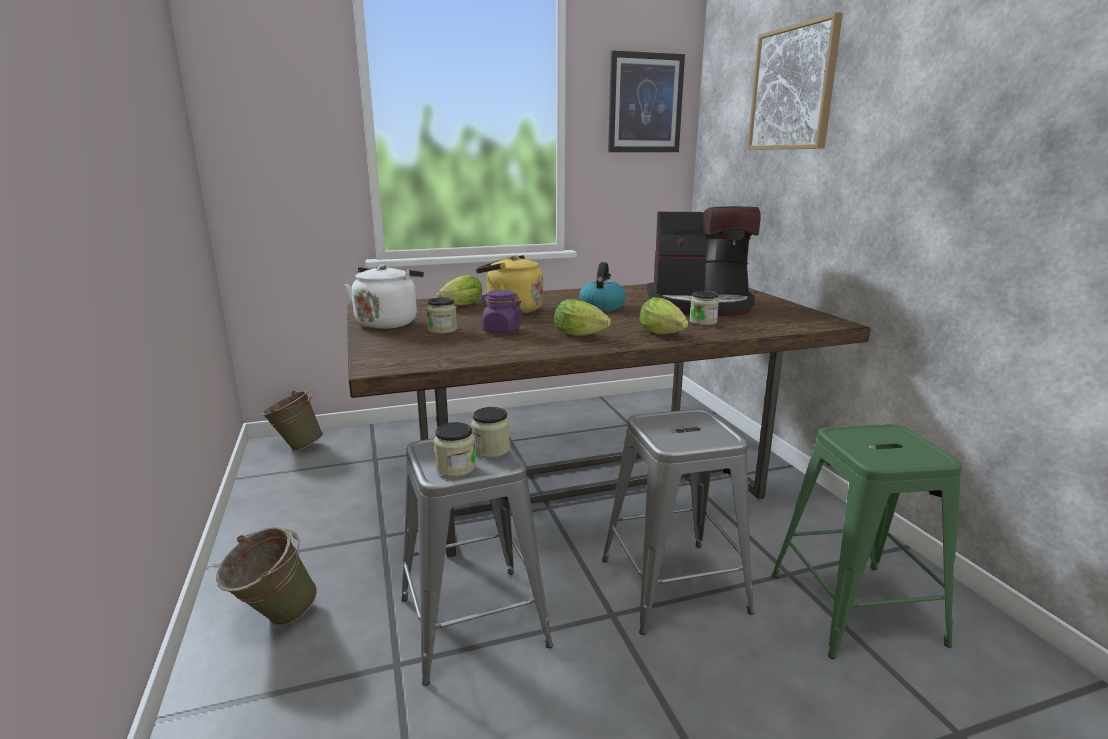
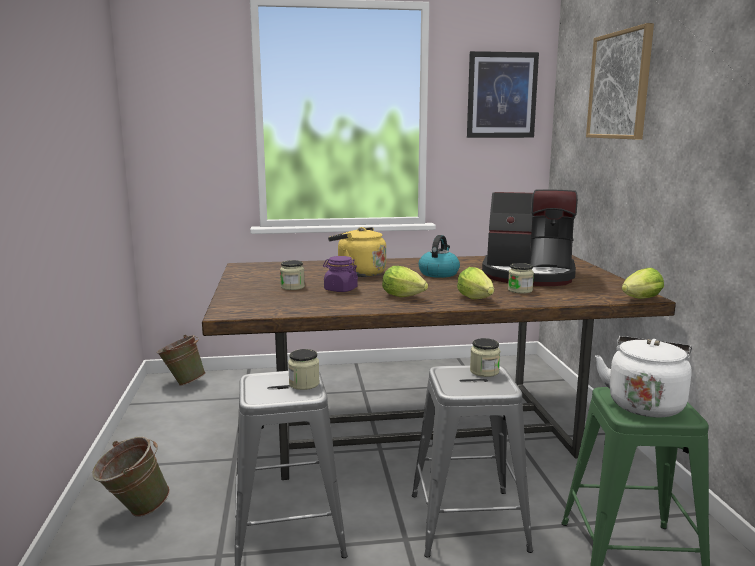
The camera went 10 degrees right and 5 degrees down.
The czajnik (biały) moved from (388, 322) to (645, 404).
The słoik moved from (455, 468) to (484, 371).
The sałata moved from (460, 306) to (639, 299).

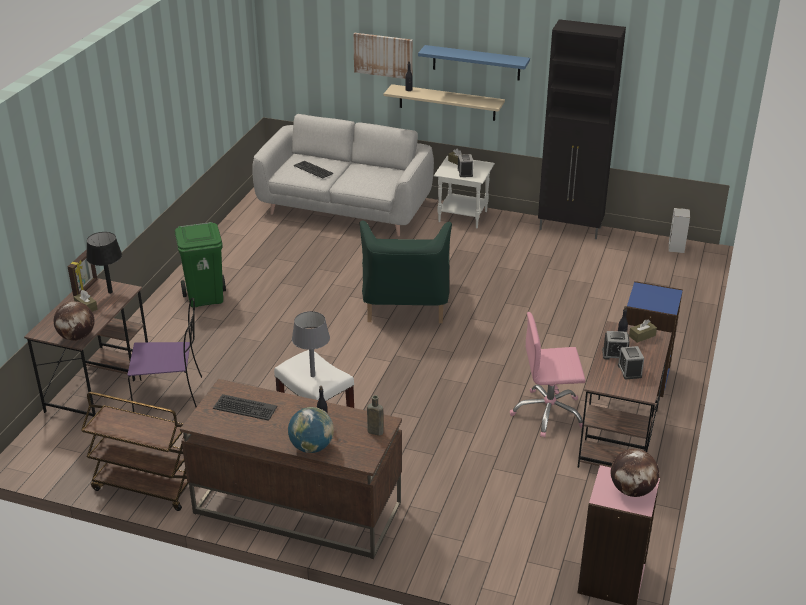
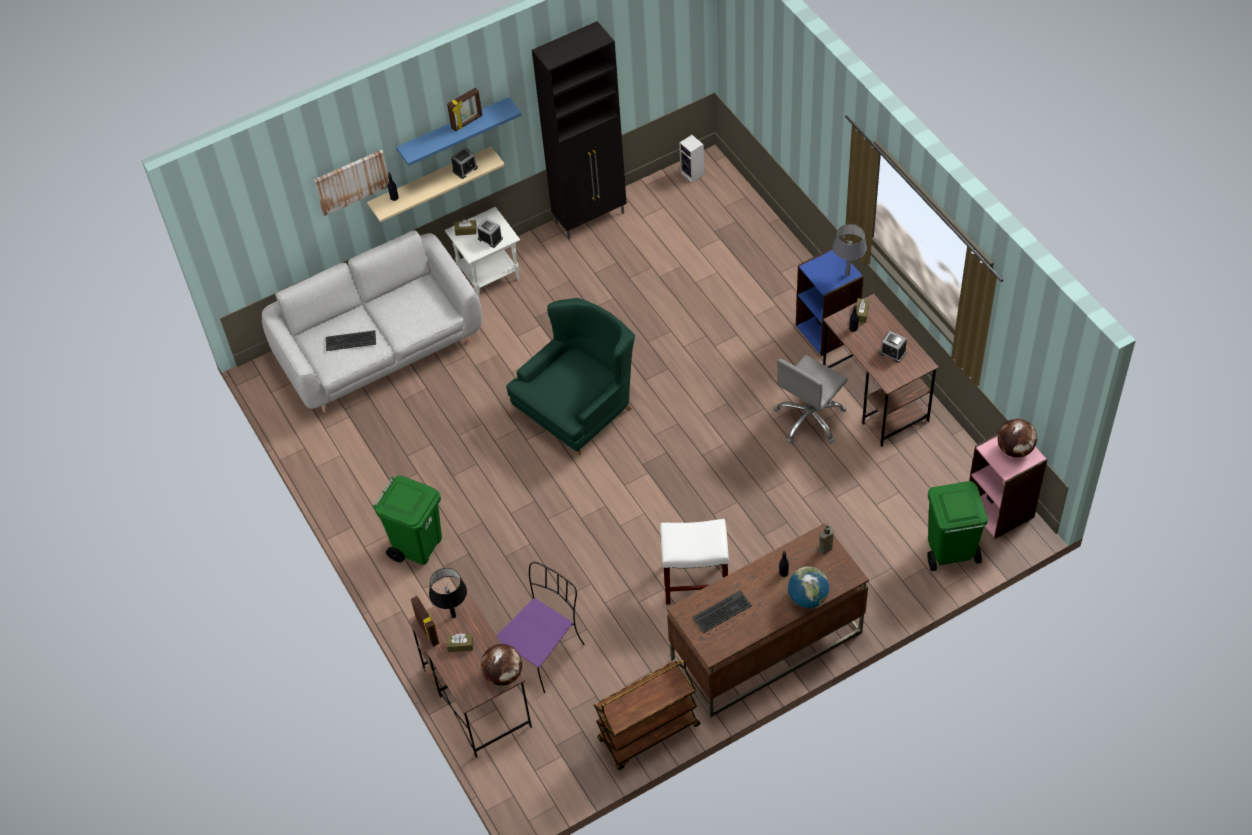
The camera went 45 degrees left and 20 degrees up.
The ramka na zdjęcie at (467, 122) appeared.
The kosz na śmieci (zielony) at (949, 552) appeared.
The lampa stołowa (szary) moved from (312, 375) to (847, 274).
The budzik moved from (615, 354) to (465, 169).
The krzesło biurowe (różowy) at (548, 413) became the krzesło biurowe (szary) at (810, 419).
The fotel (zielony) at (405, 304) turned 90 degrees counterclockwise.

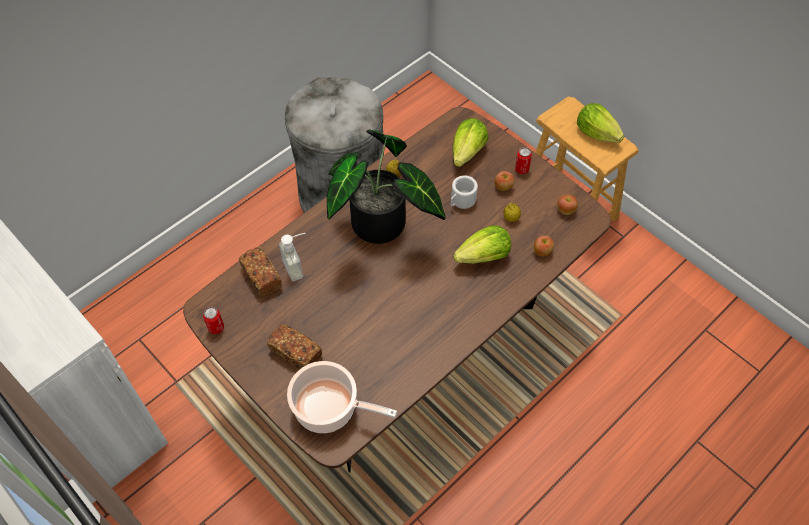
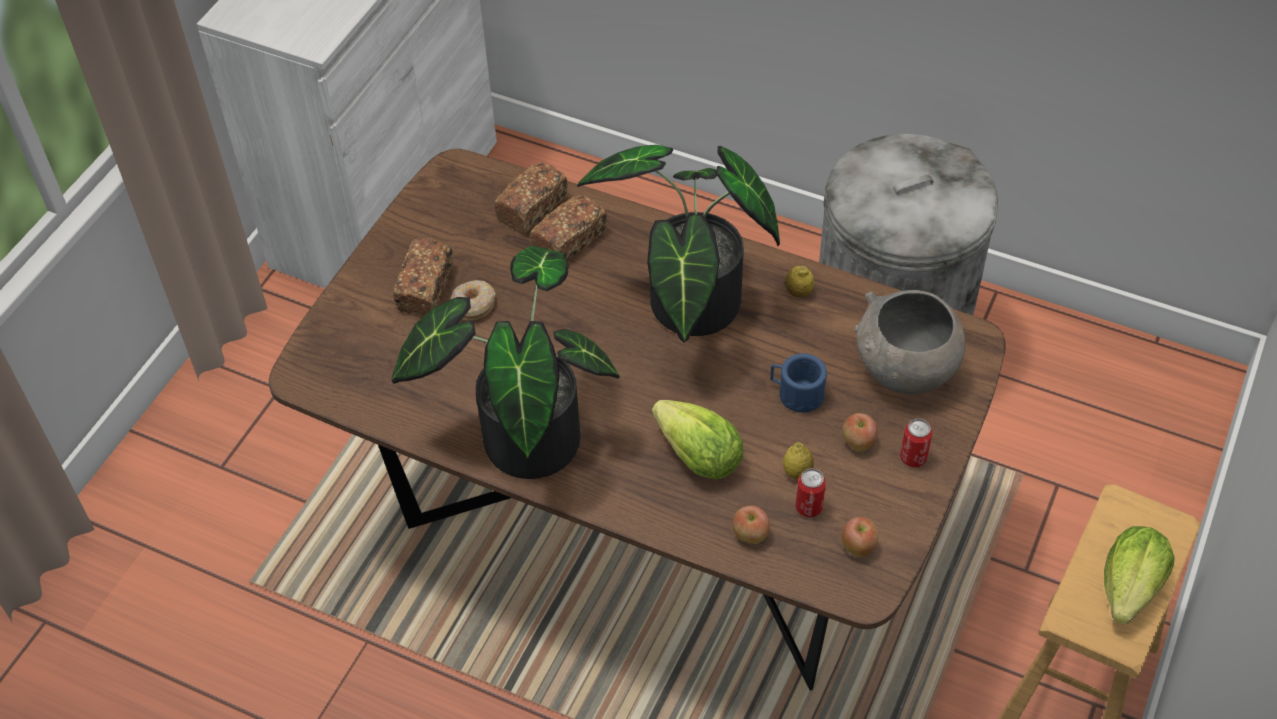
The camera went 70 degrees right and 5 degrees down.
The garnek at (329, 409) disappeared.
The roślina doniczkowa at (522, 435) appeared.
The donut at (473, 305) appeared.
The puszka moved from (216, 328) to (808, 507).
The dozownik mydła at (298, 266) was replaced by the chleb at (569, 240).
The sałata at (467, 152) was replaced by the miska (szary) at (905, 372).
The kubek (biały) at (461, 201) became the kubek (niebieski) at (796, 394).

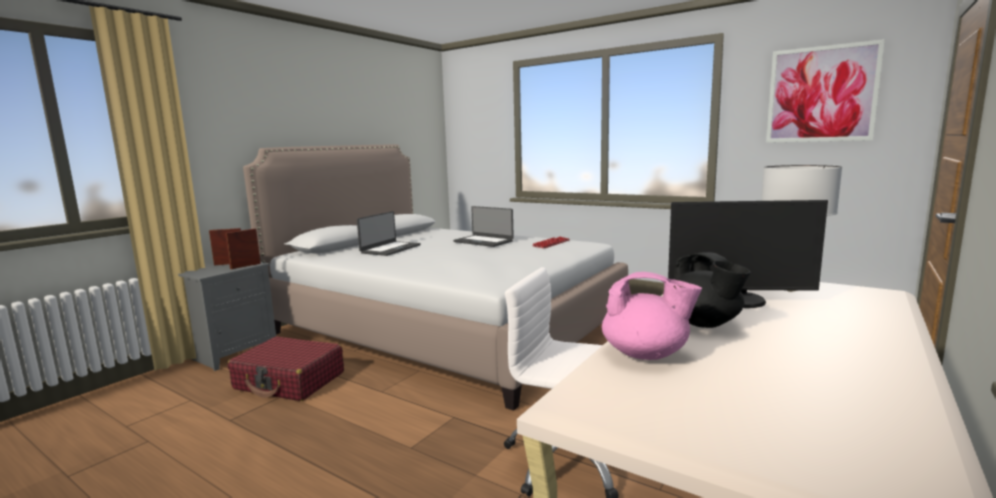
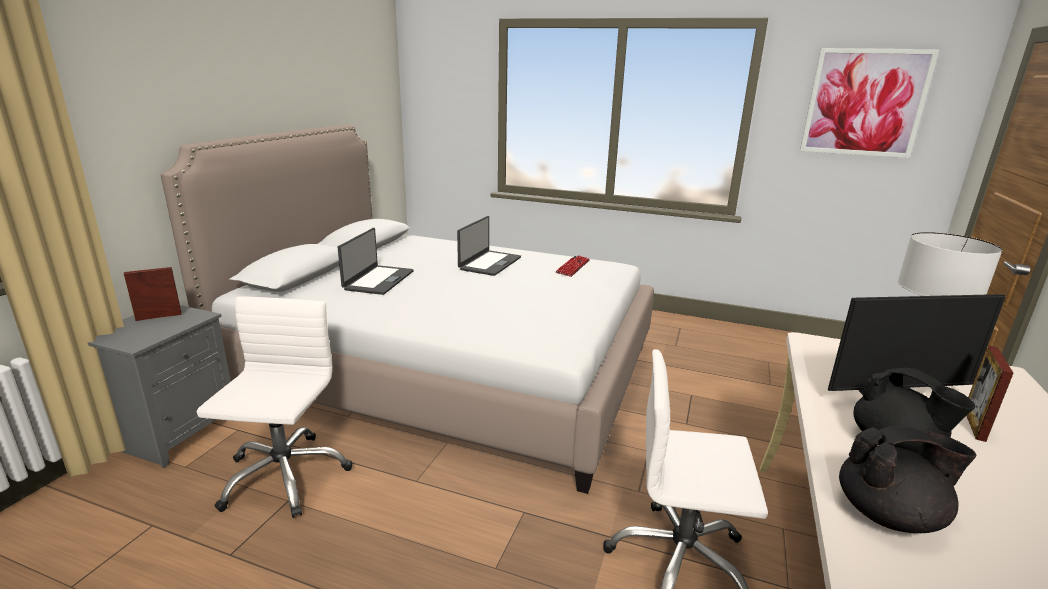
The camera went 15 degrees left and 10 degrees up.
The ramka na zdjęcie moved from (245, 266) to (974, 424).
The walizka (czerwony) at (290, 381) was replaced by the krzesło biurowe (biały) at (284, 476).
The imbryk (różowy) at (646, 354) became the imbryk (czarny) at (889, 515).
The laptop at (483, 241) turned 90 degrees counterclockwise.

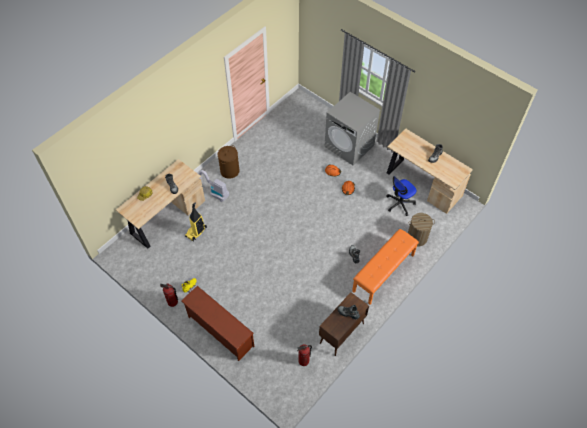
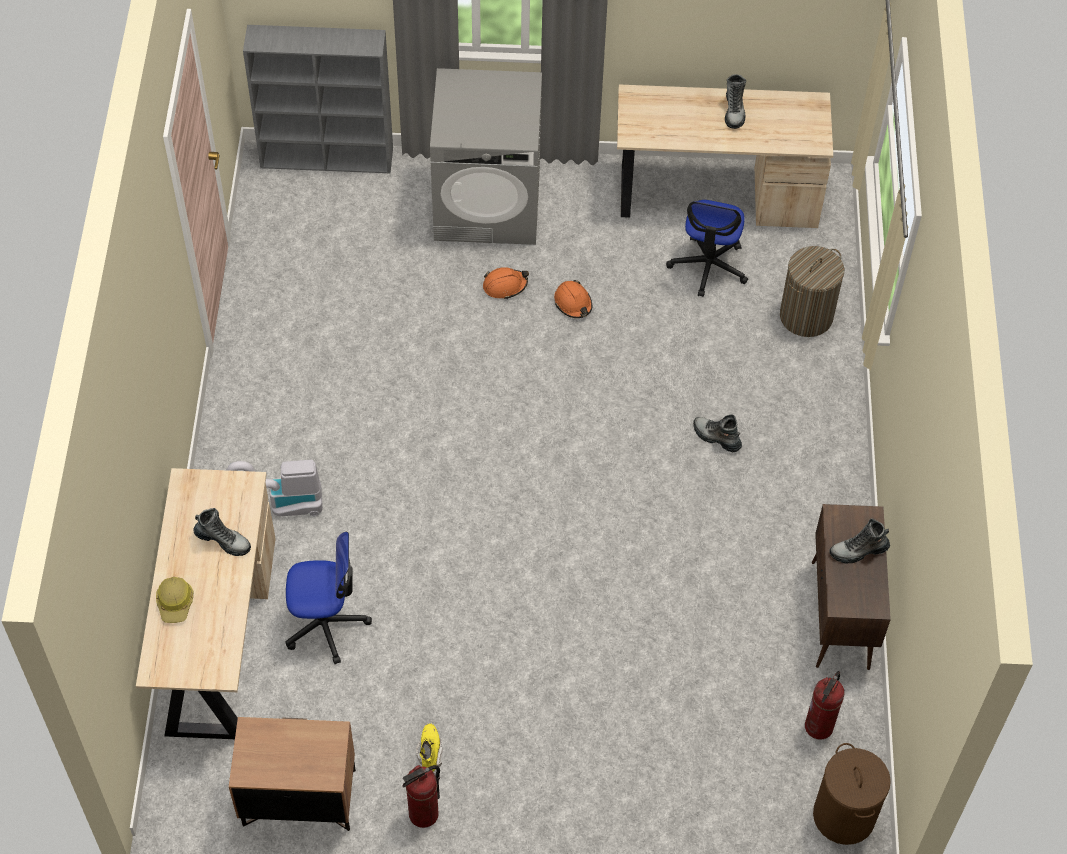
The camera went 40 degrees left and 0 degrees up.
The regał na buty (brązowy) at (219, 331) disappeared.
The ławka (pomarańczowy) at (383, 273) disappeared.
The szafka nocna (brązowy) at (298, 799) appeared.
The regał (szary) at (328, 157) appeared.
The kosz na pranie (brązowy) moved from (230, 171) to (843, 815).
The odkurzacz at (196, 232) was replaced by the krzesło biurowe at (325, 623).

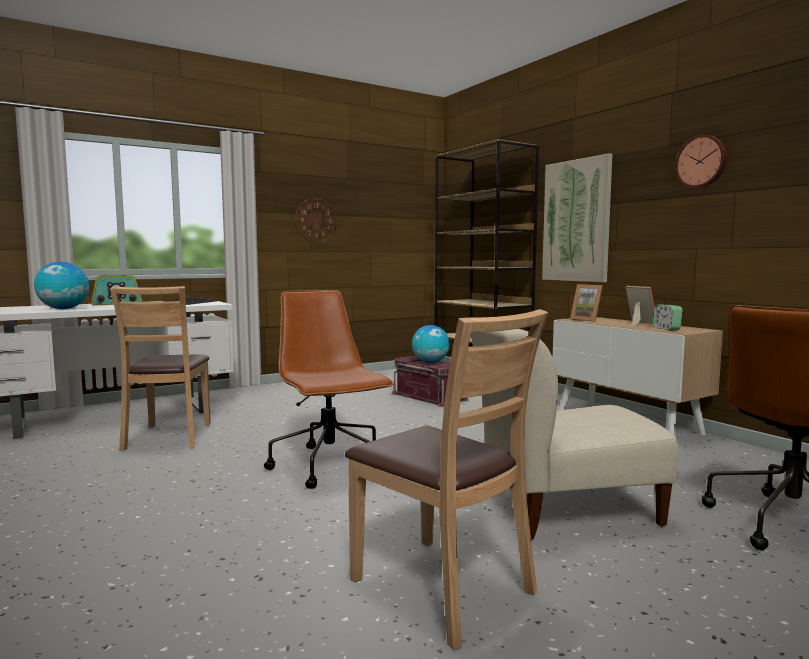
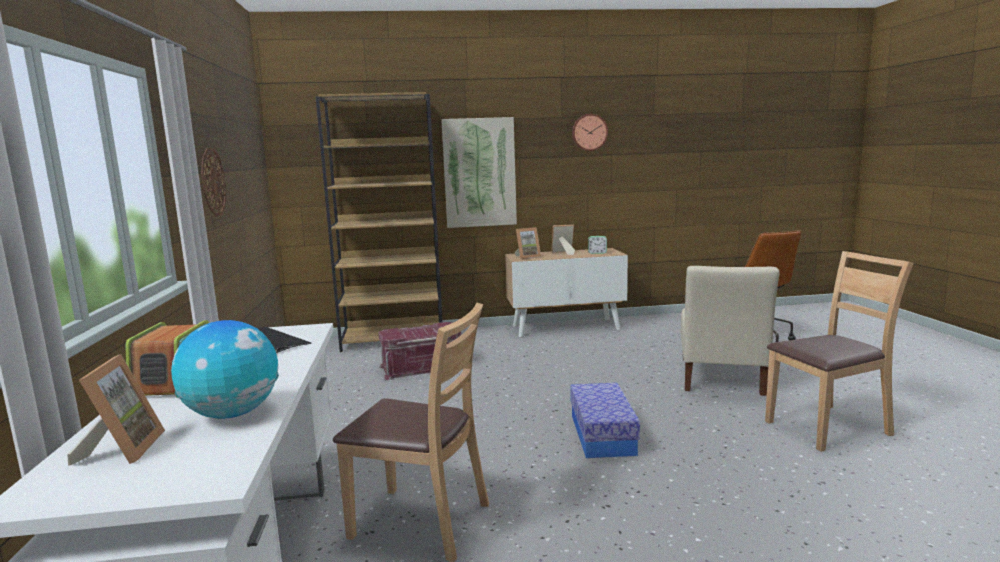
The camera went 65 degrees left and 5 degrees up.
The globus at (430, 362) disappeared.
The ramka na zdjęcie at (122, 449) appeared.
The krzesło biurowe (brązowy) at (330, 466) was replaced by the pojemnik do przechowywania at (602, 434).

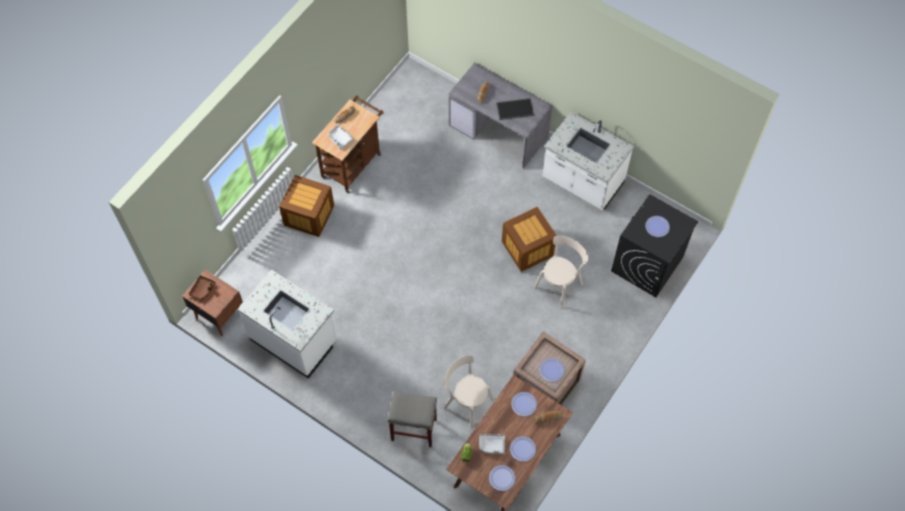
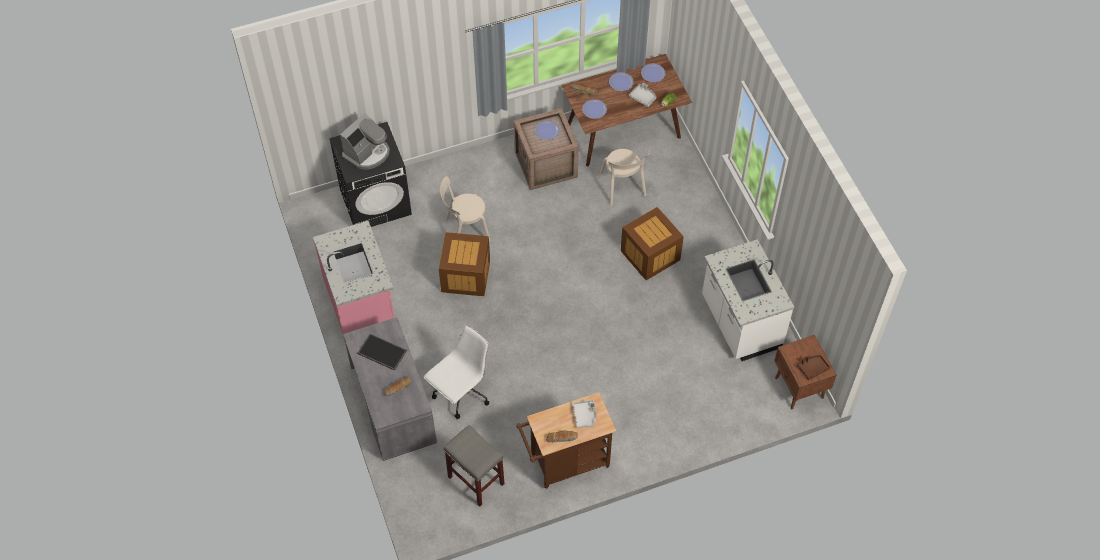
The camera went 145 degrees left and 5 degrees down.
The krzesło biurowe (biały) at (461, 393) appeared.
The skrzynka moved from (309, 215) to (650, 255).
The stołek (szary) moved from (413, 429) to (477, 481).
The talerz at (657, 227) was replaced by the ekspres do kawy at (367, 153).
The zabudowa kuchenna (biały) at (582, 182) became the zabudowa kuchenna (różowy) at (361, 304).

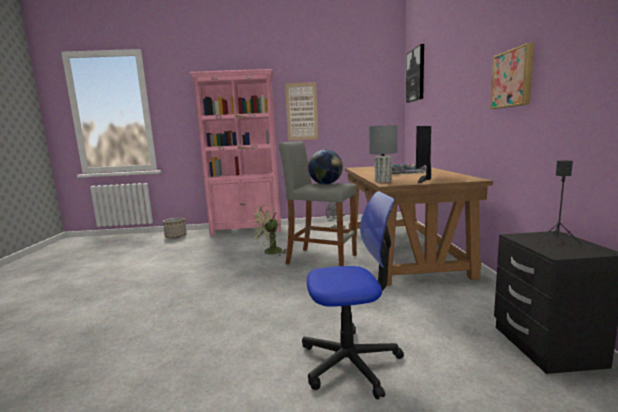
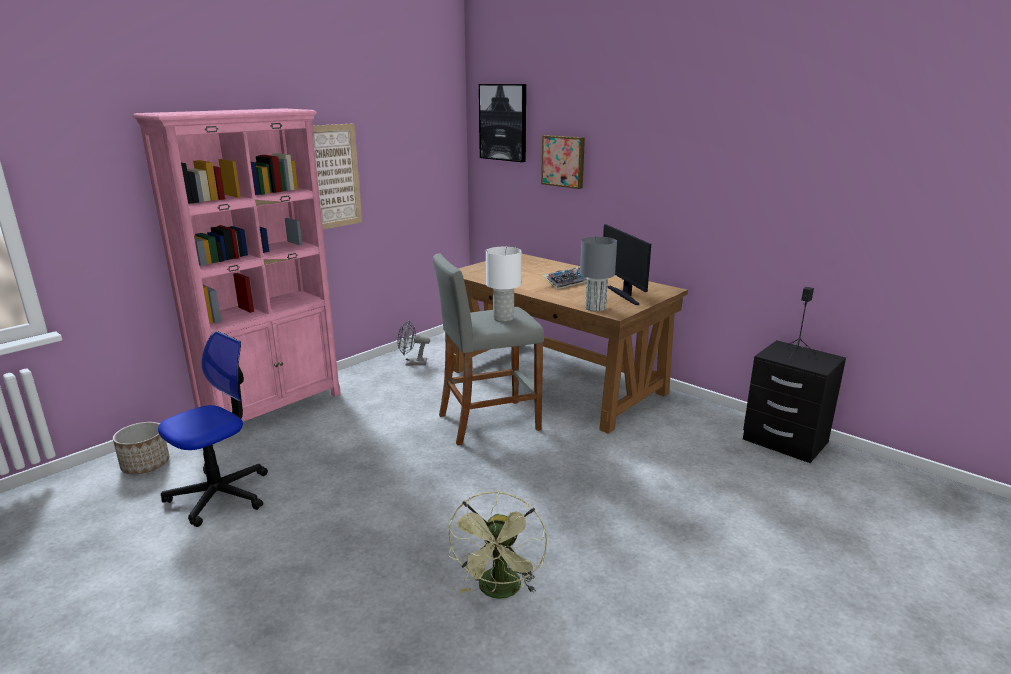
The camera went 45 degrees left and 10 degrees up.
The wentylator (zielony) moved from (270, 253) to (500, 592).
The krzesło biurowe moved from (350, 362) to (220, 495).
The obraz moved from (513, 78) to (564, 161).
The globus at (325, 184) was replaced by the lampa stołowa (biały) at (503, 318).

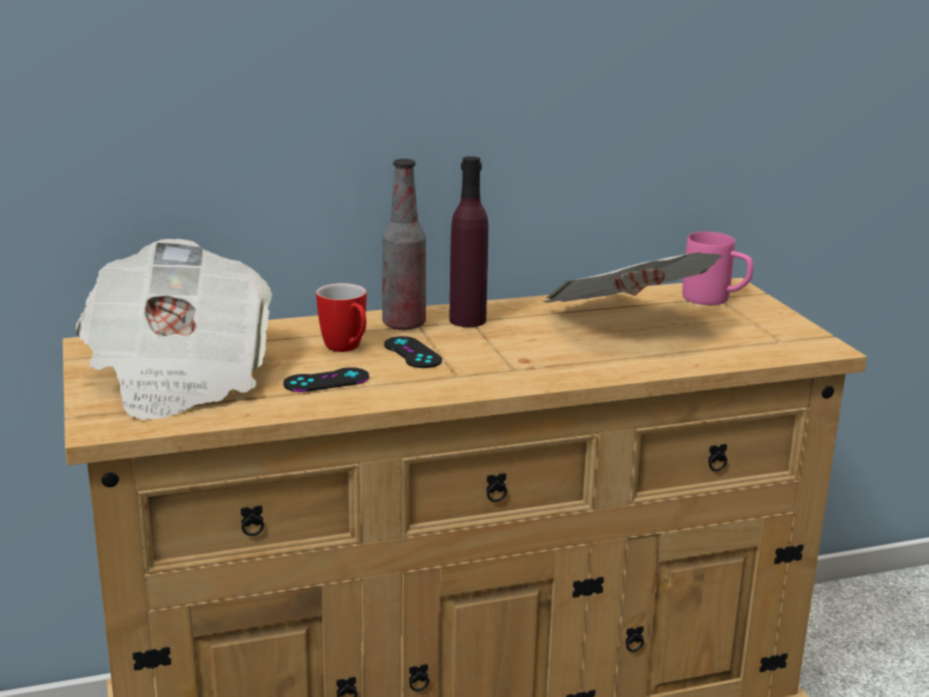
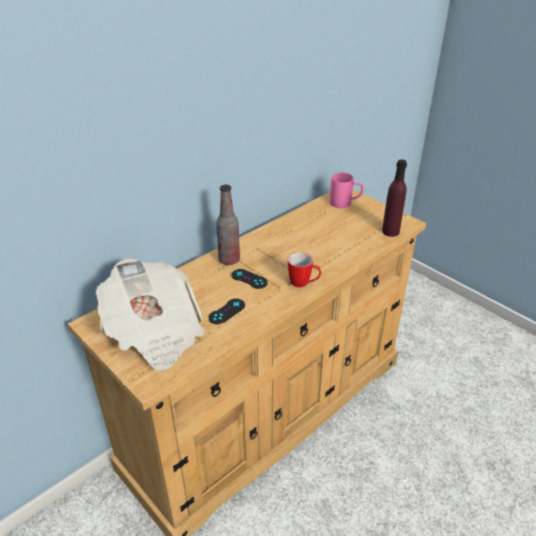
The camera went 25 degrees left and 15 degrees up.
The gazeta at (626, 324) disappeared.
The kubek moved from (347, 349) to (303, 284).
The butelka (fioletowy) moved from (467, 320) to (390, 231).

